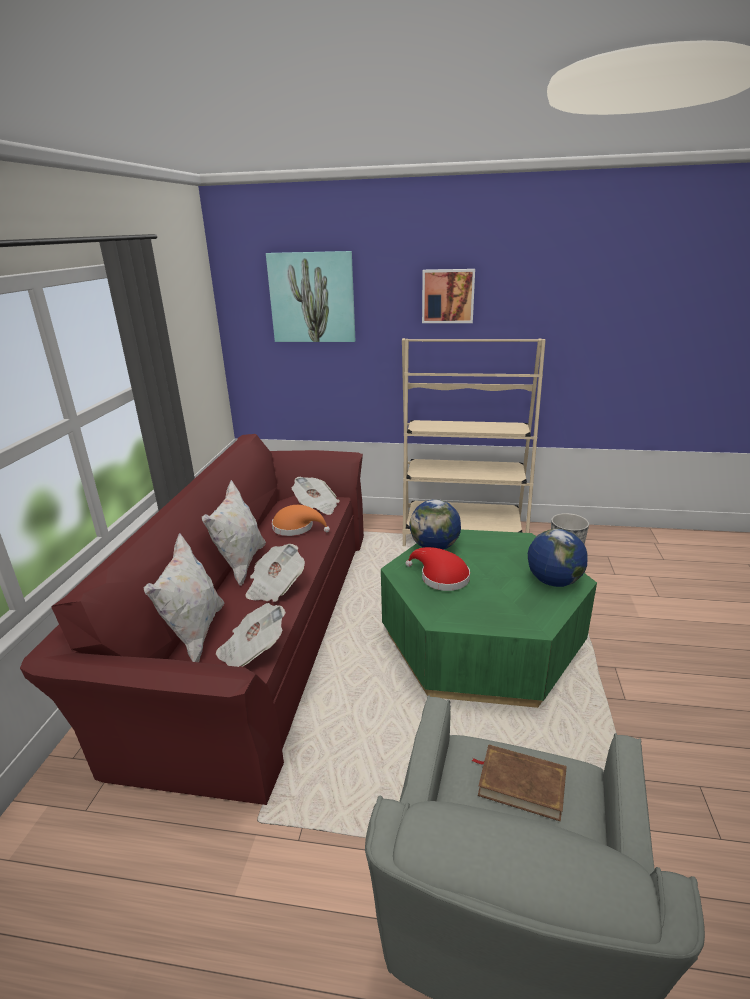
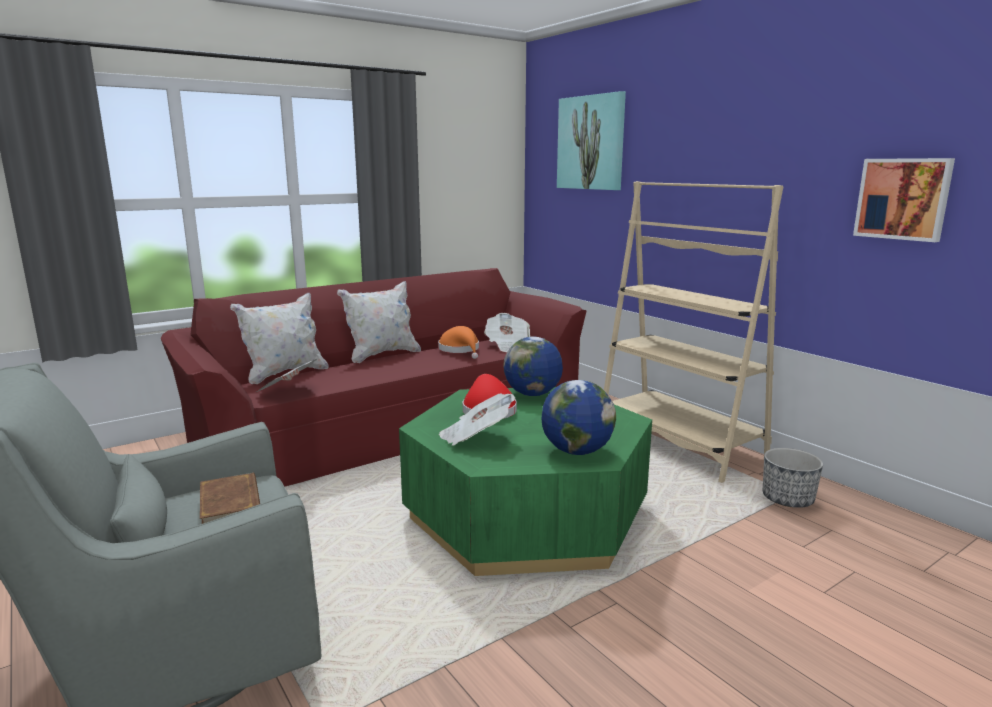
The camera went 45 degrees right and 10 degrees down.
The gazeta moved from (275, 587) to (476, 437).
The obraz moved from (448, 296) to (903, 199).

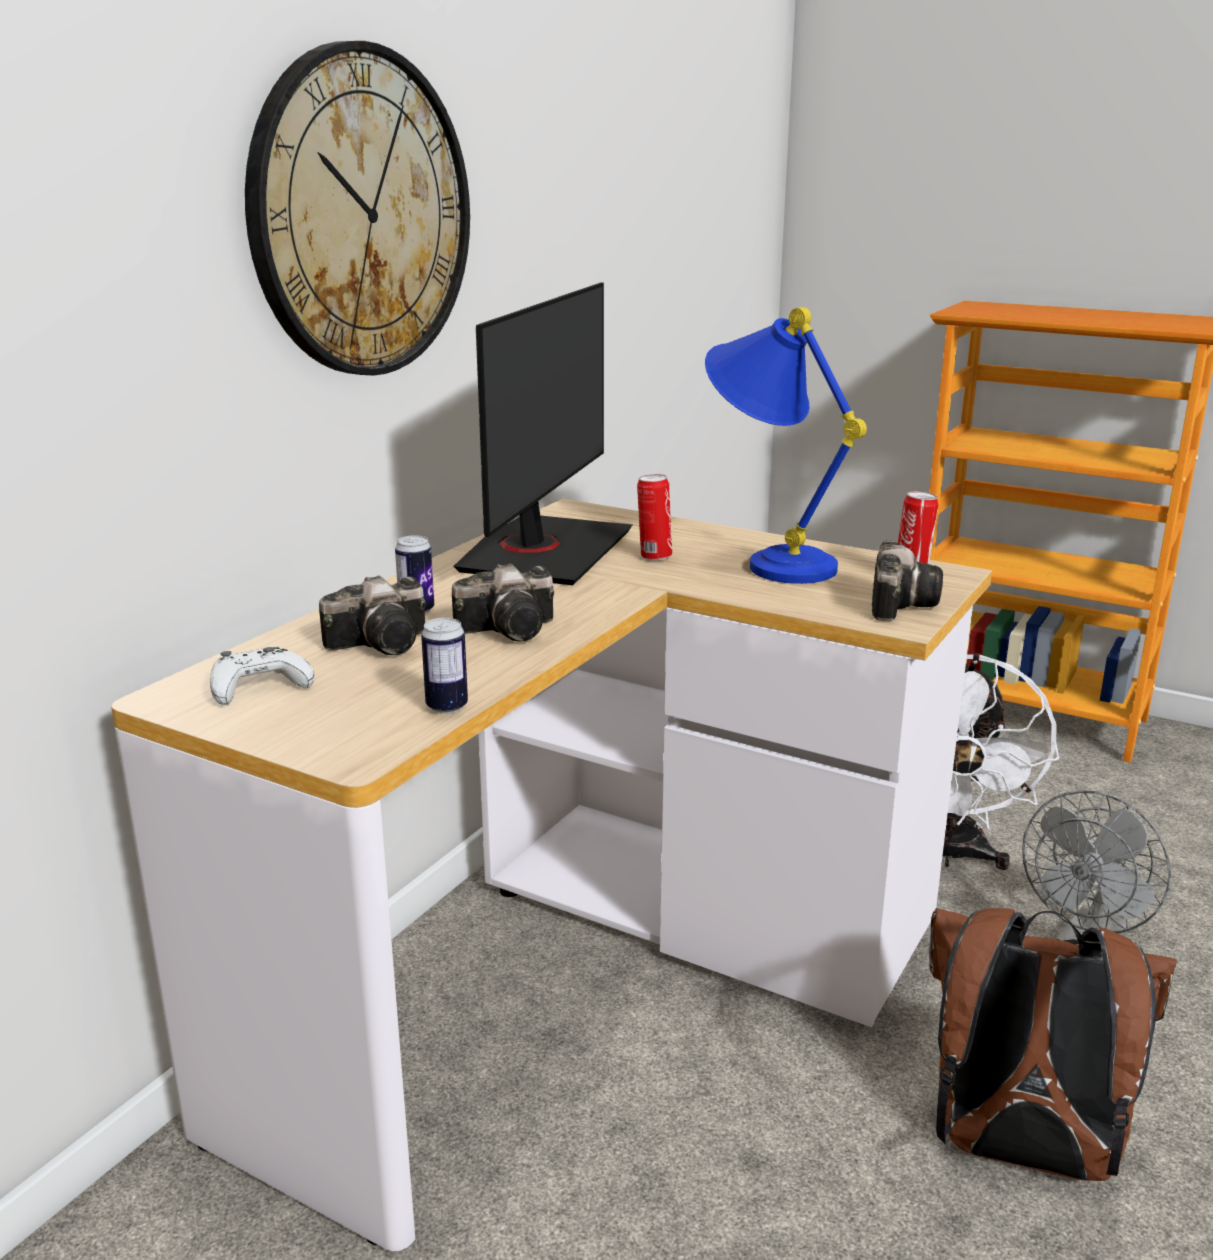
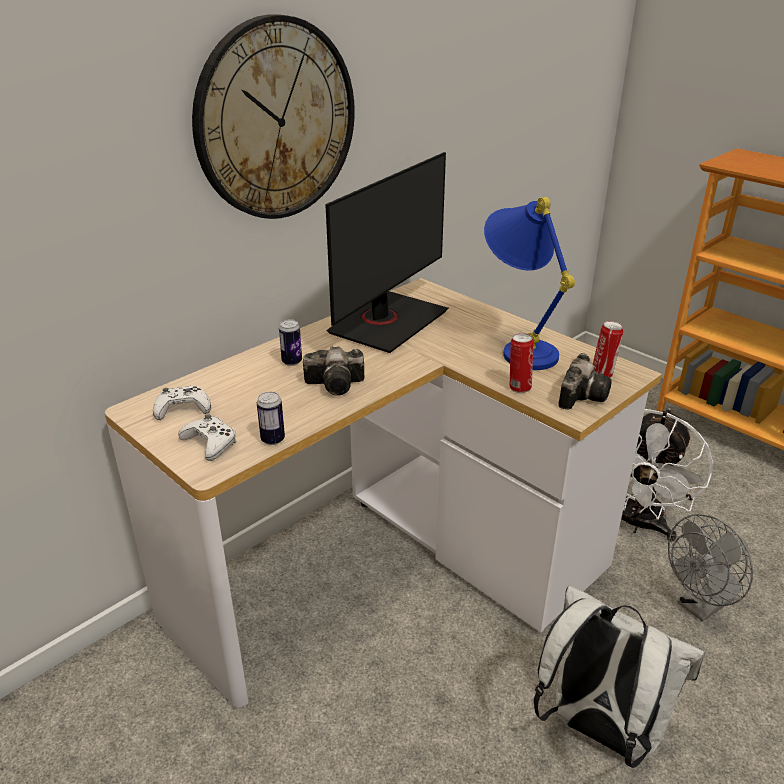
The camera went 15 degrees right and 10 degrees up.
The aparat fotograficzny at (385, 643) disappeared.
The pad do gier (biały) at (210, 443) appeared.
The puszka moved from (654, 556) to (518, 387).
The plecak (brązowy) at (1018, 1152) became the plecak (biały) at (598, 730).

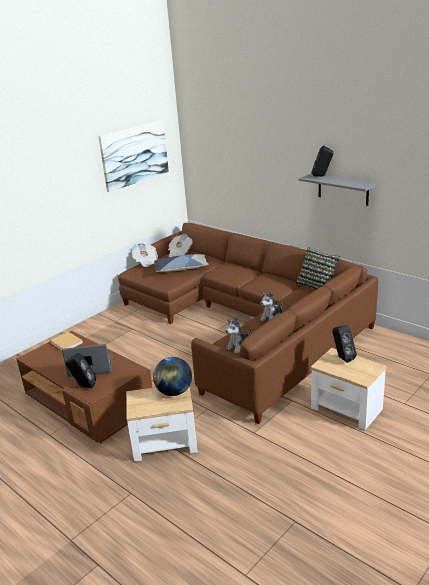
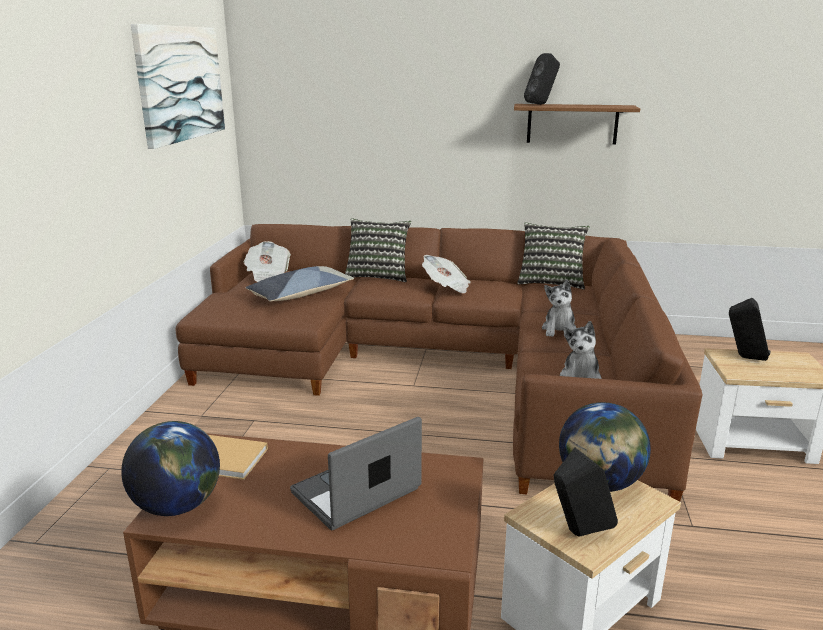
The camera went 35 degrees left and 5 degrees down.
The globus at (177, 505) appeared.
The poduszka at (378, 275) appeared.
The głośnik (czarny) moved from (83, 386) to (578, 534).
The gazeta moved from (145, 261) to (446, 287).
The półka (szary) at (343, 189) became the półka (brązowy) at (572, 124).

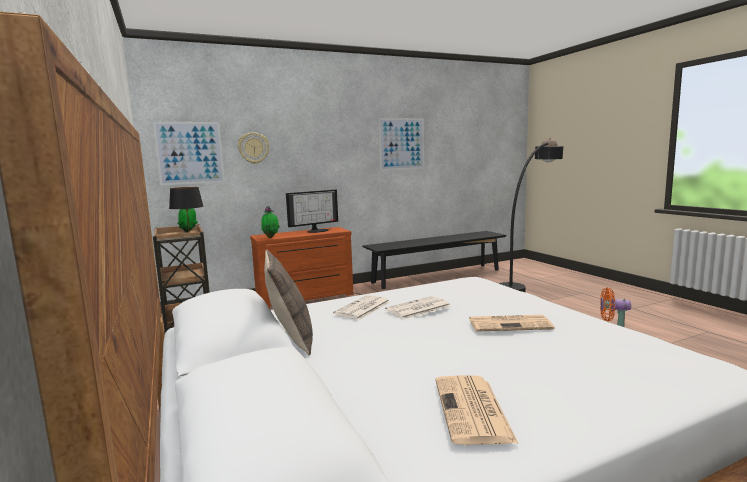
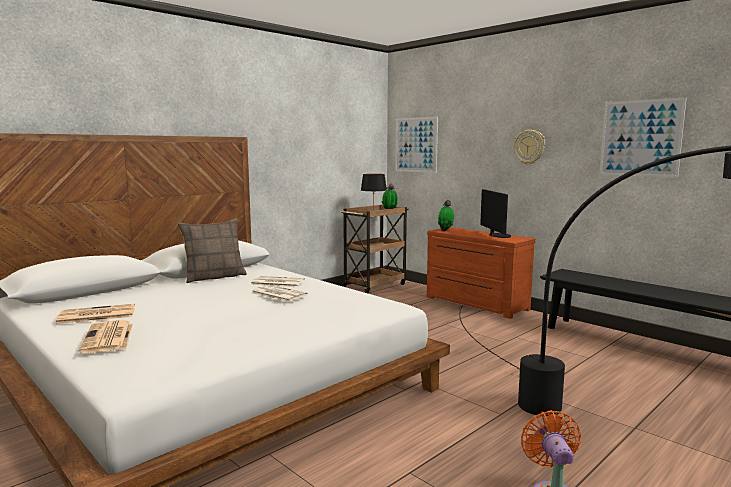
The camera went 70 degrees right and 0 degrees up.
The zegar ścienny moved from (253, 148) to (529, 147).
The gazeta moved from (510, 324) to (108, 338).
The monitor at (317, 230) turned 135 degrees counterclockwise.

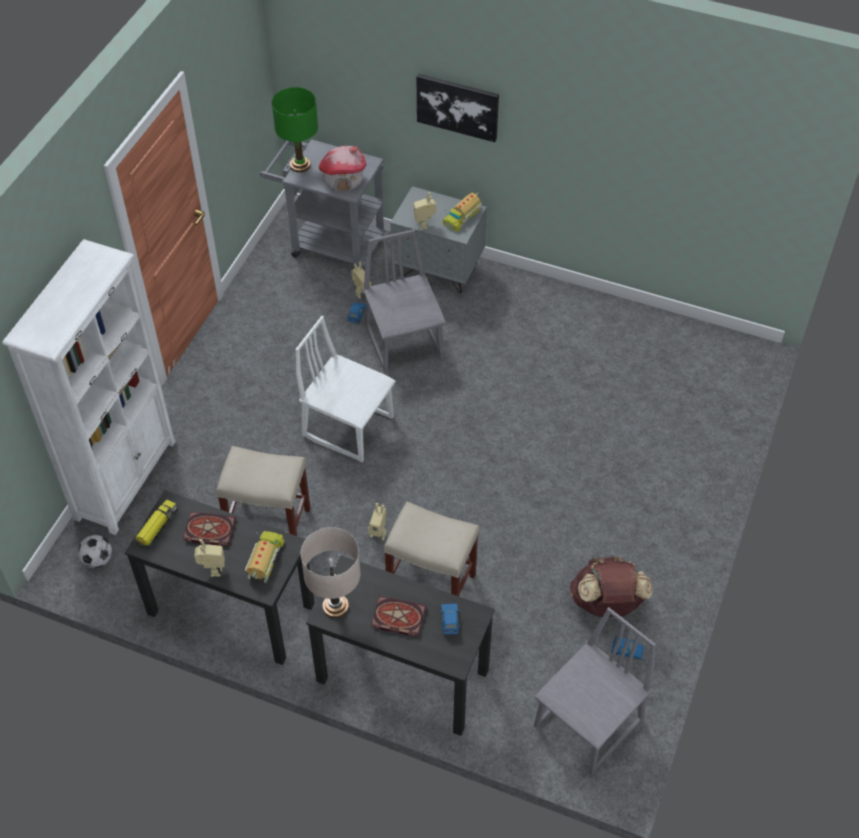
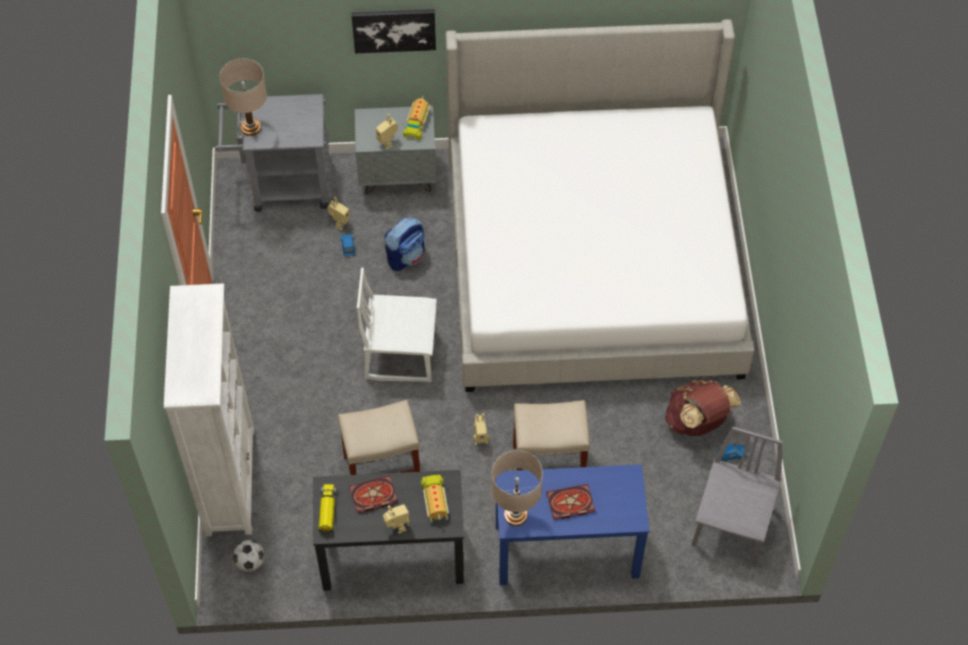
The camera went 25 degrees left and 5 degrees up.
The domek at (344, 180) disappeared.
The samochodzik (niebieski) at (449, 620) disappeared.
The łóżko at (592, 262) appeared.
The krzesło (szary) at (405, 342) was replaced by the plecak at (406, 256).
The lampa stołowa (zielony) at (300, 165) became the lampa stołowa (beżowy) at (251, 128).
The biurko (czarny) at (402, 675) became the biurko (niebieski) at (566, 550).

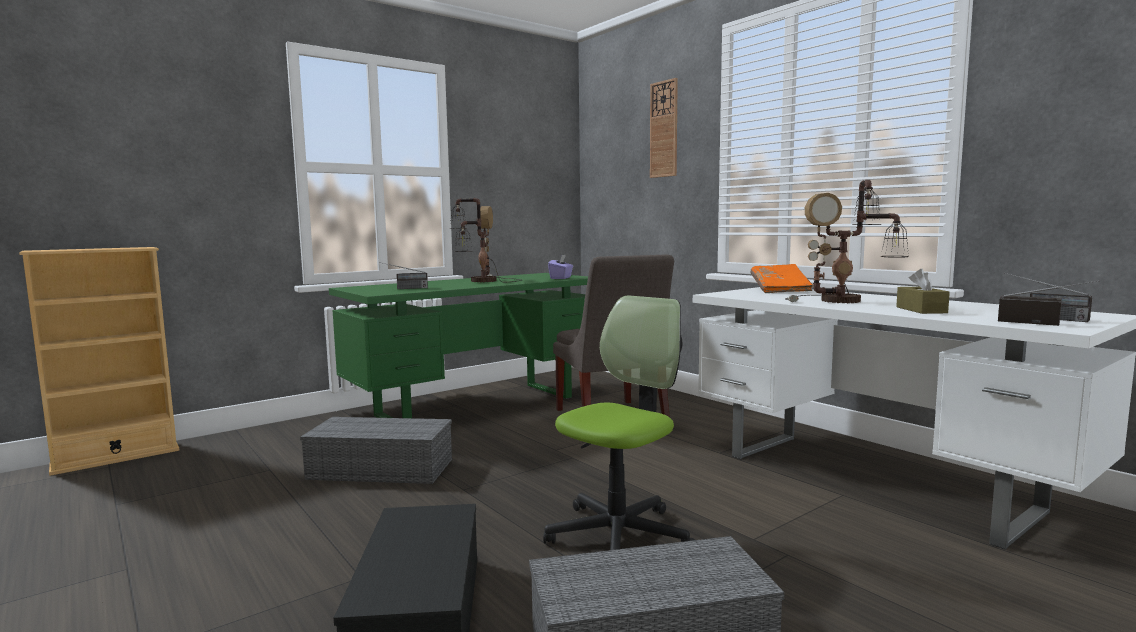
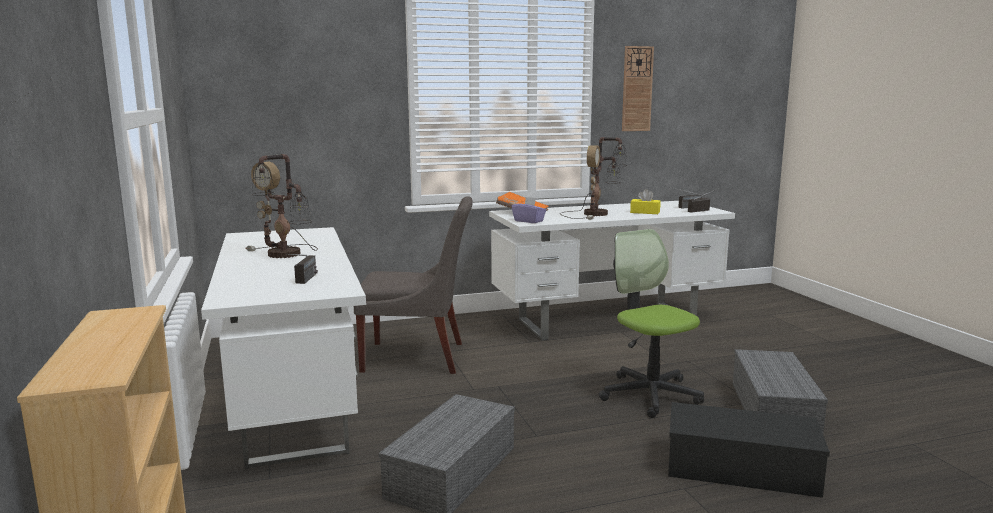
The camera went 70 degrees left and 5 degrees up.
The pudełko chusteczek (fioletowy) moved from (561, 278) to (529, 221).
The zegar ścienny moved from (664, 129) to (637, 89).
The biurko (zielony) at (477, 406) became the biurko (biały) at (292, 406).
The pudełko chusteczek (brązowy) at (921, 310) became the pudełko chusteczek (żółty) at (645, 212).

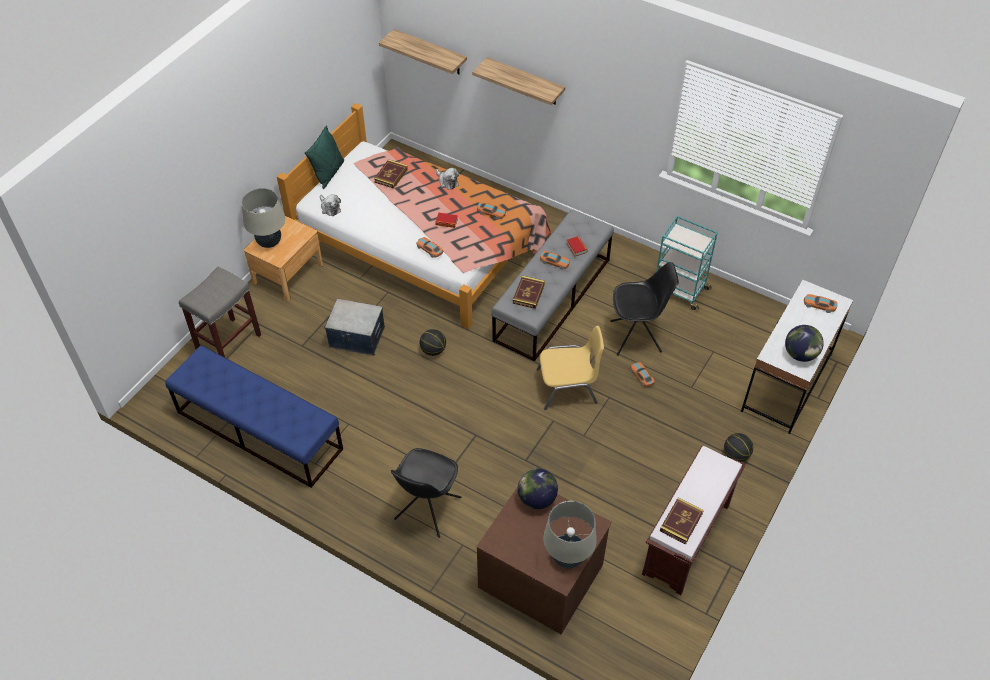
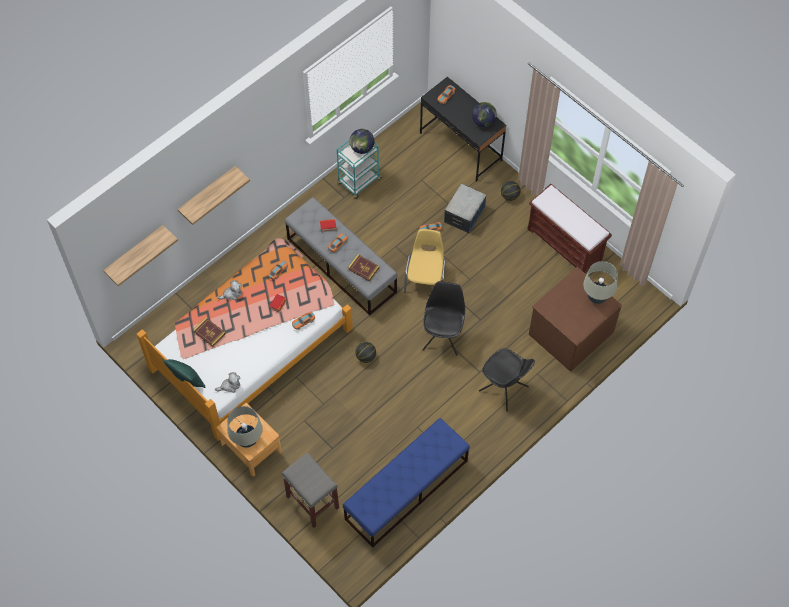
The camera went 75 degrees left and 10 degrees up.
The książka at (681, 522) disappeared.
The pojemnik do przechowywania moved from (357, 337) to (464, 215).
The globus moved from (537, 499) to (362, 148).
The krzesło (czarny) moved from (637, 336) to (443, 336).
The biurko (biały) at (786, 382) became the biurko (czarny) at (460, 147).

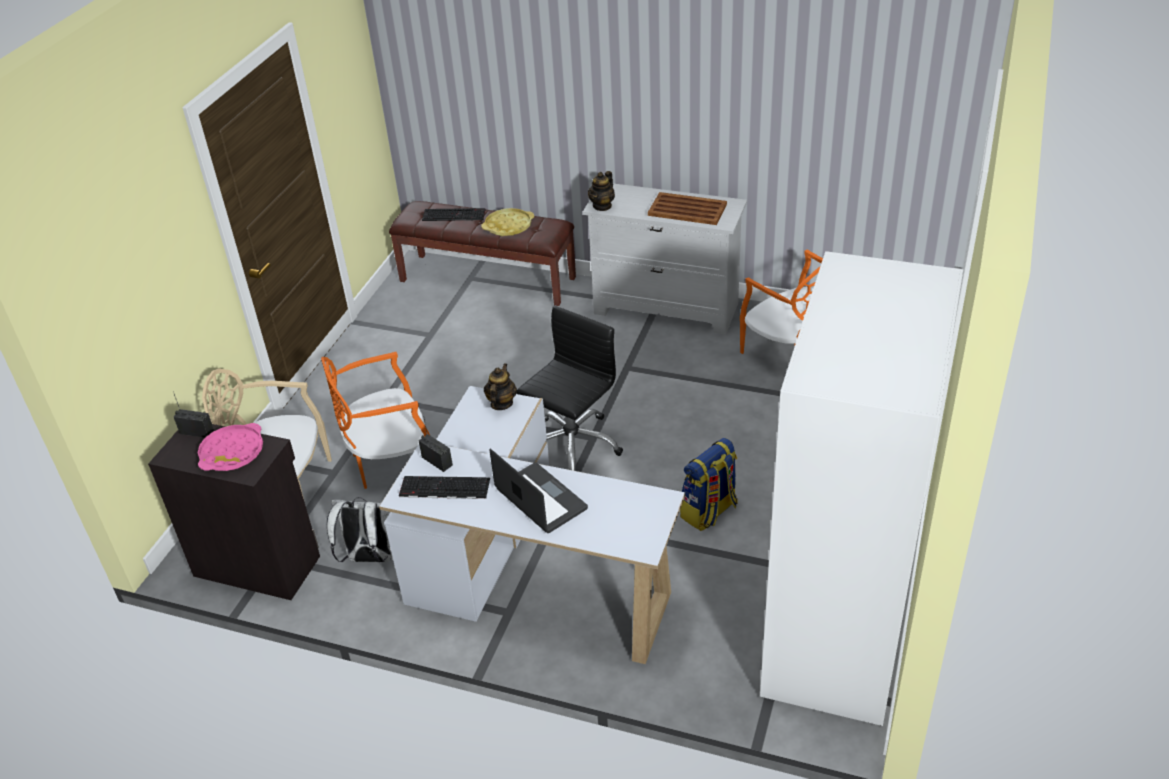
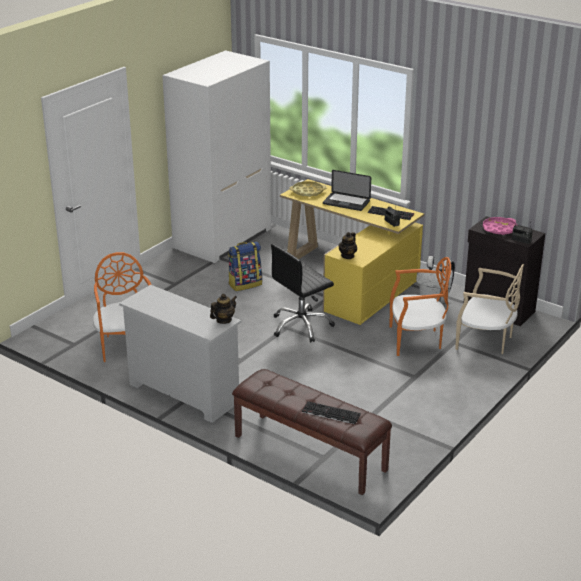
The camera went 165 degrees left and 10 degrees down.
The taca (brązowy) at (686, 209) disappeared.
The taca (żółty) moved from (508, 226) to (307, 192).
The biurko (biały) at (528, 573) became the biurko (żółty) at (351, 280).
The laptop at (541, 499) turned 45 degrees counterclockwise.

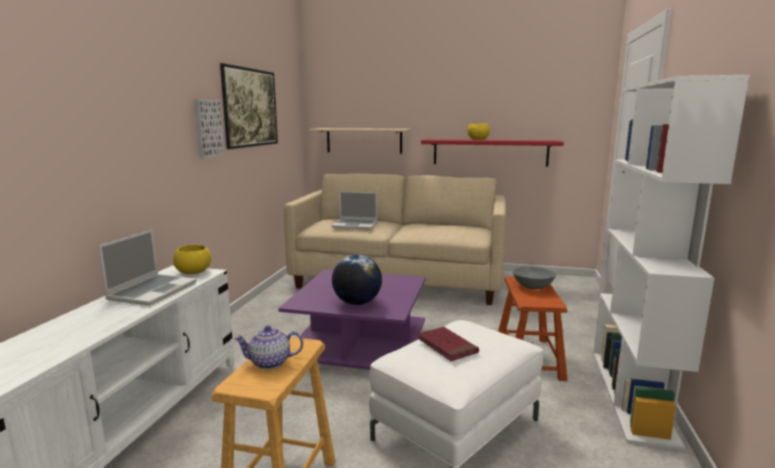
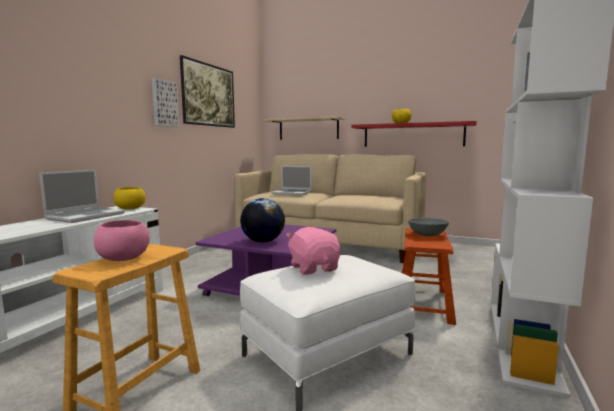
The camera went 10 degrees right and 5 degrees down.
The imbryk at (269, 362) was replaced by the miska (różowy) at (124, 259).
The książka (czerwony) at (447, 346) was replaced by the pluszak (różowy) at (314, 268).

